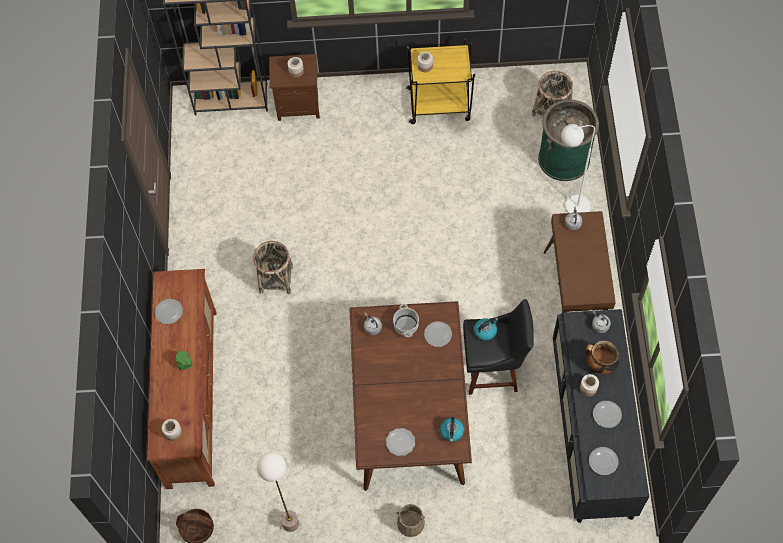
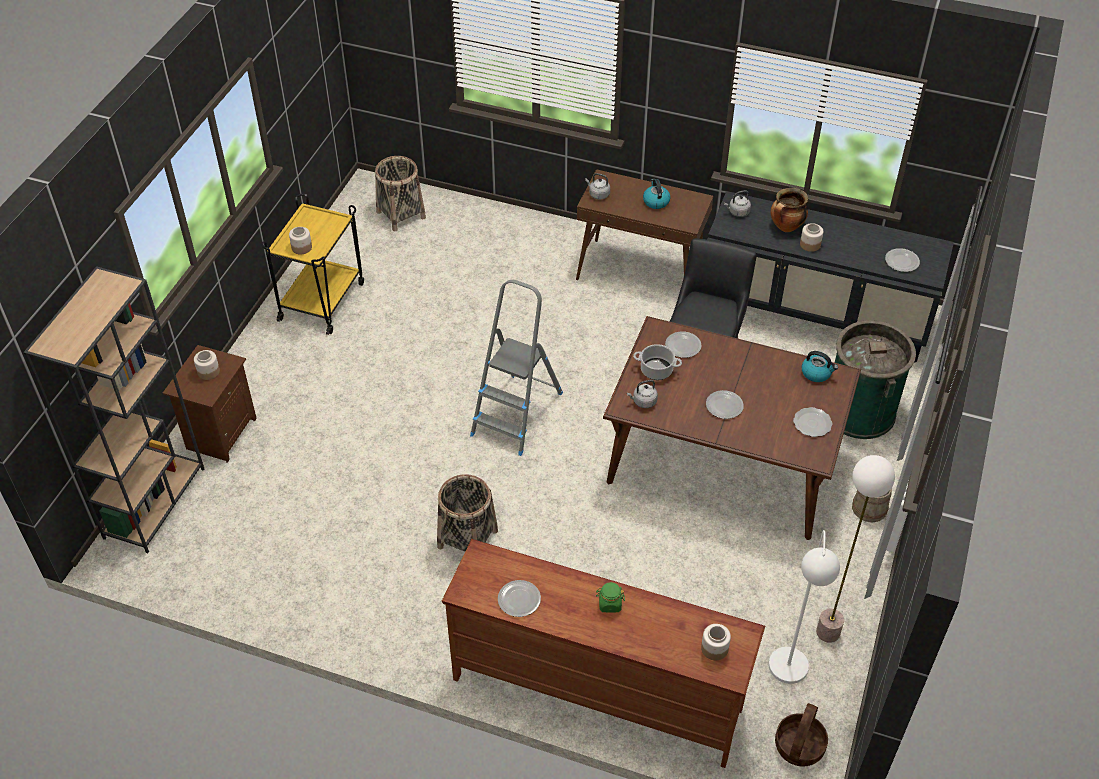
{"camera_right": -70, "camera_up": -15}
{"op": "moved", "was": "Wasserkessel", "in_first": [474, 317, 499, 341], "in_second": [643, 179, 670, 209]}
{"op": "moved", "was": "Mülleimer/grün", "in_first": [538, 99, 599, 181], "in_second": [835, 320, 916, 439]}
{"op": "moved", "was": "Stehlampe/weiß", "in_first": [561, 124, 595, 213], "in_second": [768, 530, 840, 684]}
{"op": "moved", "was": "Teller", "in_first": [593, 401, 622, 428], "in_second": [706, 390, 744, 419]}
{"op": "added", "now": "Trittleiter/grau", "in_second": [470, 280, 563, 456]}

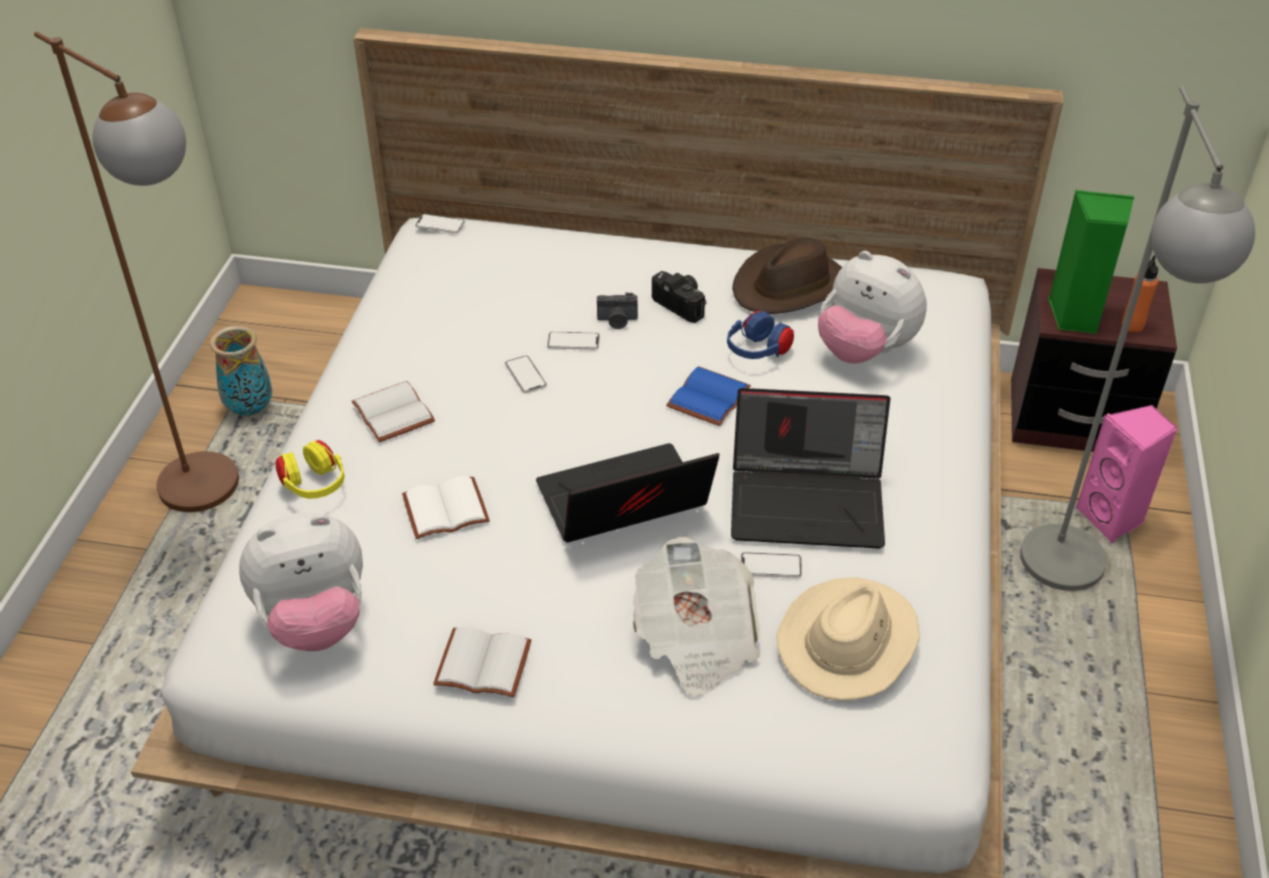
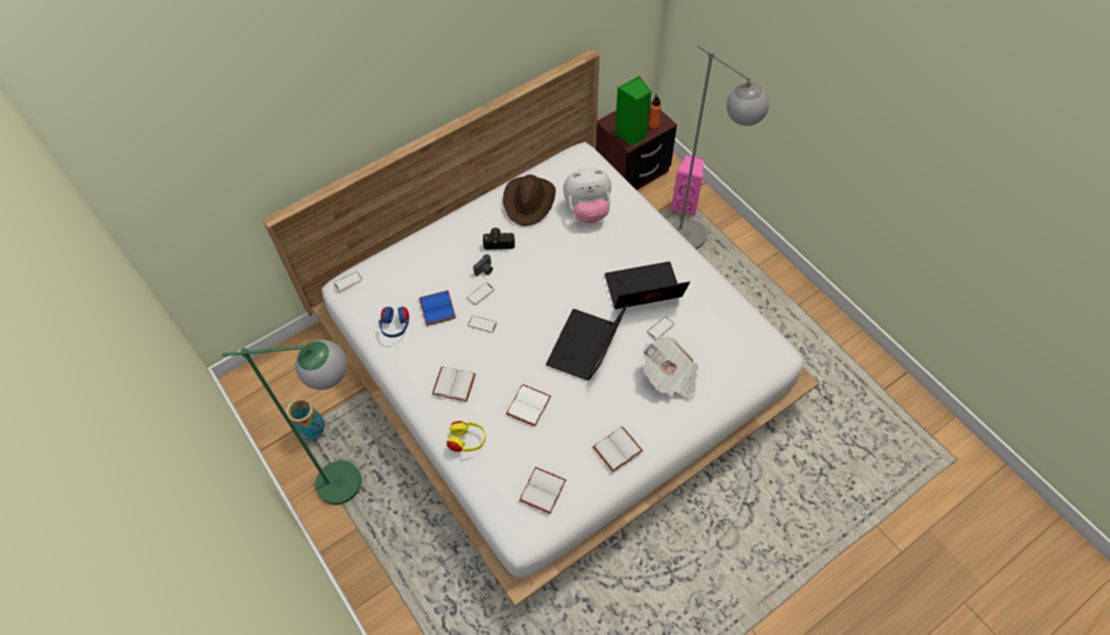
{"camera_right": -45, "camera_up": 15}
{"op": "recoloured", "was": "Stehlampe/braun", "now": "Stehlampe/grün", "in_first": [34, 31, 239, 512], "in_second": [222, 340, 361, 505]}
{"op": "replaced", "was": "Plüschtier", "now": "Buch/weiß", "in_first": [239, 512, 363, 651], "in_second": [519, 467, 566, 514]}
{"op": "moved", "was": "Buch/blau", "in_first": [666, 366, 751, 426], "in_second": [419, 290, 456, 326]}
{"op": "moved", "was": "Kopfhörer/blau", "in_first": [727, 311, 794, 359], "in_second": [379, 306, 409, 338]}
{"op": "turned", "was": "Laptop", "in_first": [731, 388, 890, 548], "in_second": [605, 261, 690, 309], "clockwise": -150}
{"op": "removed", "was": "Hut/beige", "in_first": [776, 577, 920, 701]}

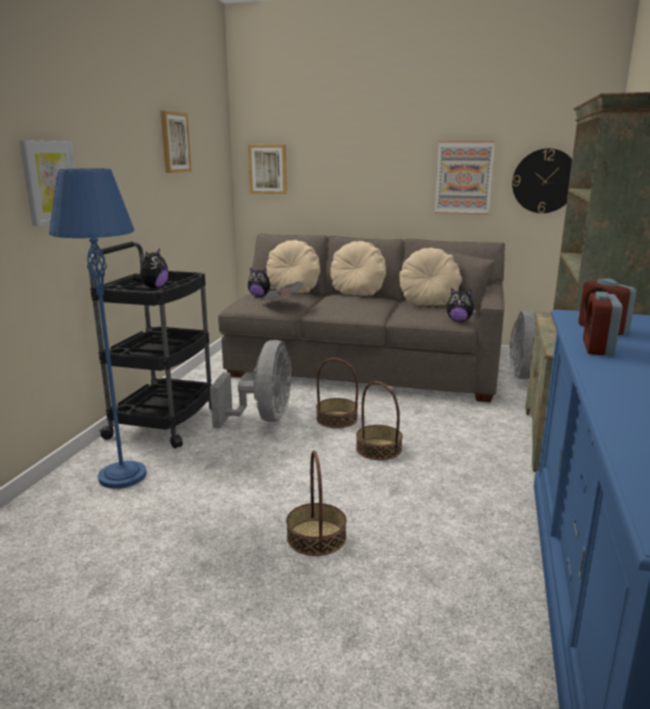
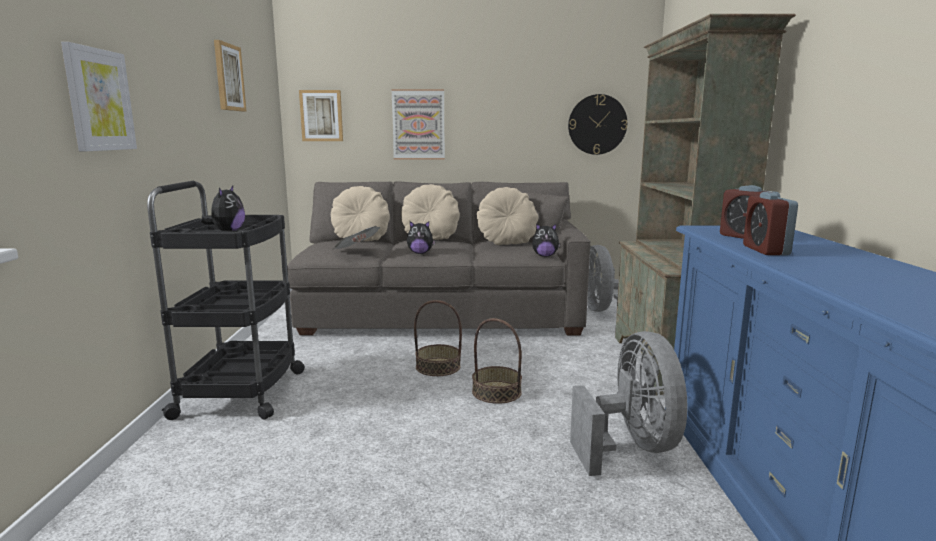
{"camera_right": -15, "camera_up": -5}
{"op": "removed", "was": "Stehlampe/blau", "in_first": [49, 169, 147, 489]}
{"op": "moved", "was": "Ventilator/grau", "in_first": [210, 340, 292, 429], "in_second": [570, 331, 688, 476]}
{"op": "moved", "was": "Plüschtier", "in_first": [248, 268, 274, 297], "in_second": [407, 221, 436, 254]}
{"op": "removed", "was": "Korb", "in_first": [286, 450, 346, 556]}
{"op": "moved", "was": "Bild", "in_first": [435, 141, 495, 215], "in_second": [391, 89, 445, 160]}

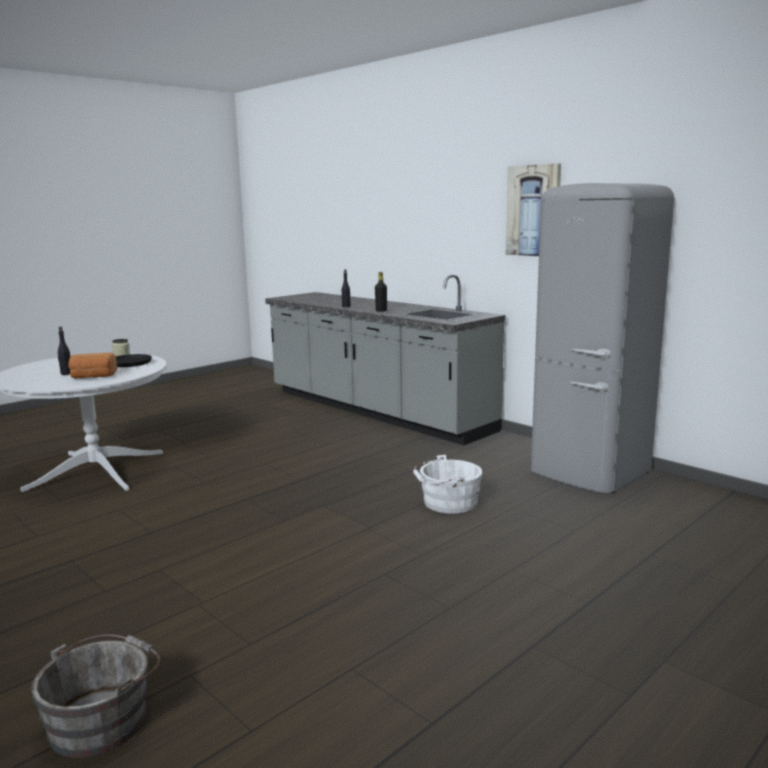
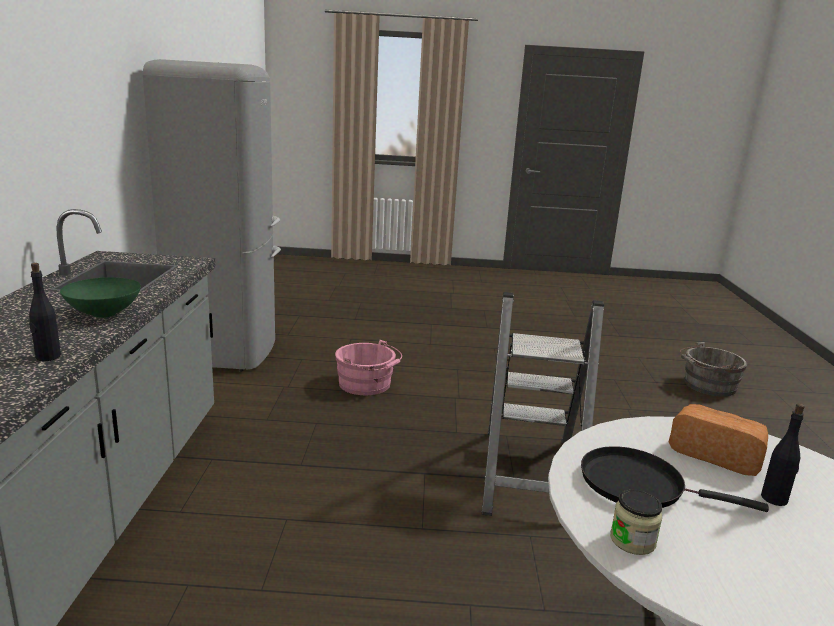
{"camera_right": -135, "camera_up": 5}
{"op": "replaced", "was": "Flasche/schwarz", "now": "Schüssel/grün", "in_first": [375, 272, 387, 312], "in_second": [60, 277, 141, 318]}
{"op": "recoloured", "was": "Eimer/weiß", "now": "Eimer/rosa", "in_first": [413, 455, 482, 514], "in_second": [335, 340, 402, 395]}
{"op": "removed", "was": "Bild", "in_first": [506, 163, 561, 256]}
{"op": "added", "now": "Trittleiter/grau", "in_second": [482, 292, 604, 516]}

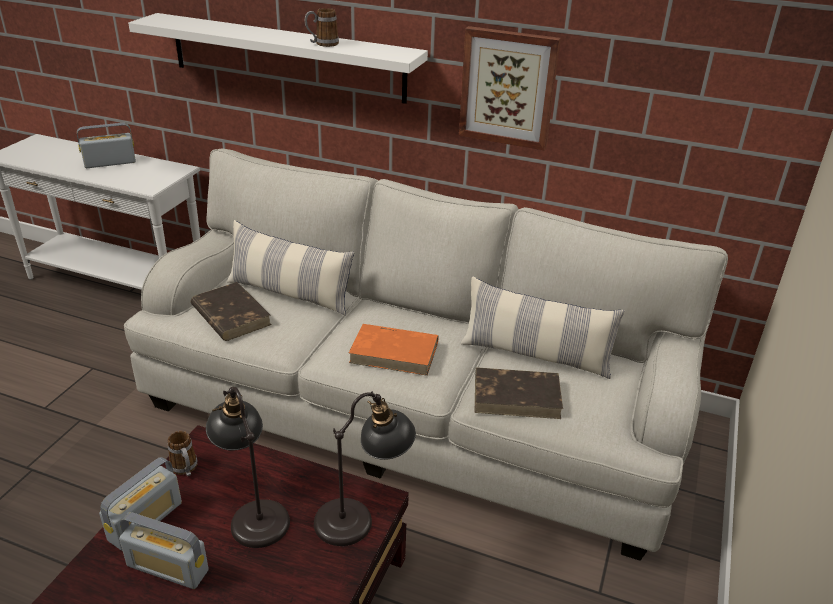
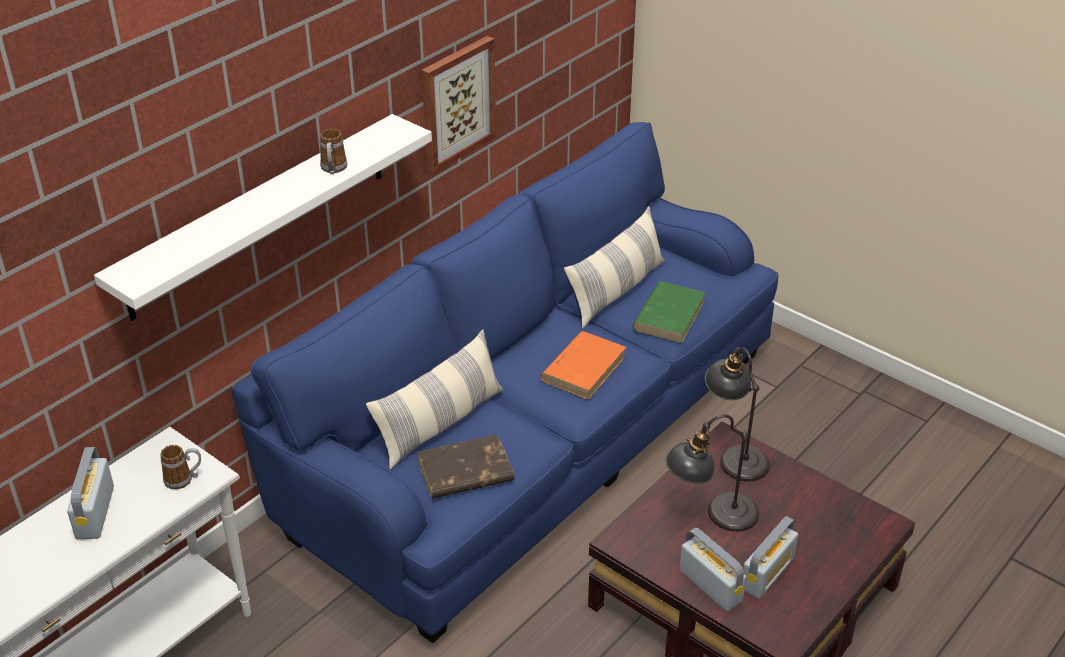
{"camera_right": -70, "camera_up": 5}
{"op": "recoloured", "was": "Sofa/weiß", "now": "Sofa/blau", "in_first": [124, 148, 728, 561], "in_second": [232, 122, 778, 643]}
{"op": "moved", "was": "Henkelbecher", "in_first": [168, 431, 198, 476], "in_second": [160, 445, 201, 489]}
{"op": "recoloured", "was": "Buch/braun", "now": "Buch/grün", "in_first": [475, 367, 563, 419], "in_second": [633, 281, 706, 343]}

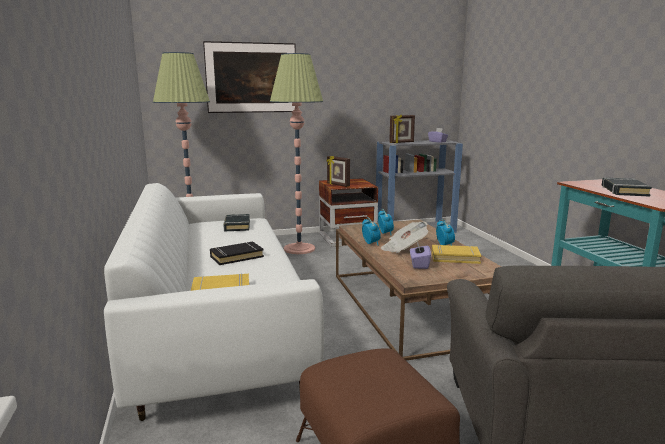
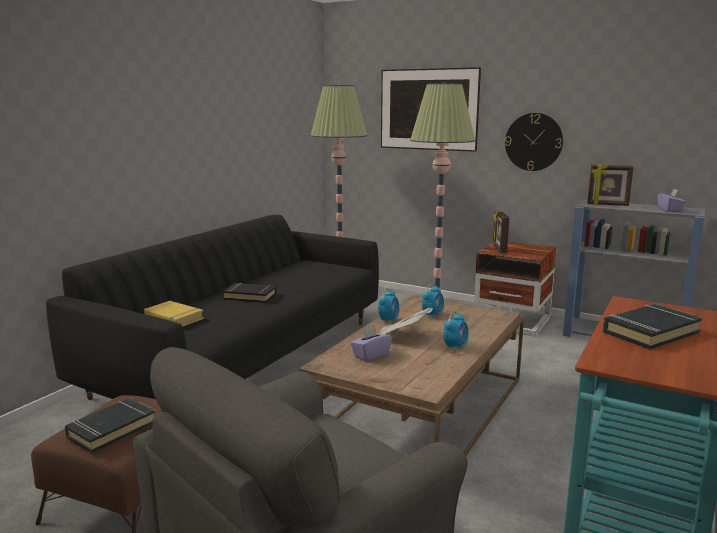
{"camera_right": 45, "camera_up": 0}
{"op": "recoloured", "was": "Sofa/weiß", "now": "Sofa/schwarz", "in_first": [104, 183, 324, 421], "in_second": [46, 215, 379, 400]}
{"op": "moved", "was": "Buch/schwarz", "in_first": [223, 214, 250, 231], "in_second": [65, 398, 156, 453]}
{"op": "removed", "was": "Buch/gelb", "in_first": [432, 244, 481, 264]}
{"op": "added", "now": "Wanduhr", "in_second": [505, 113, 563, 171]}

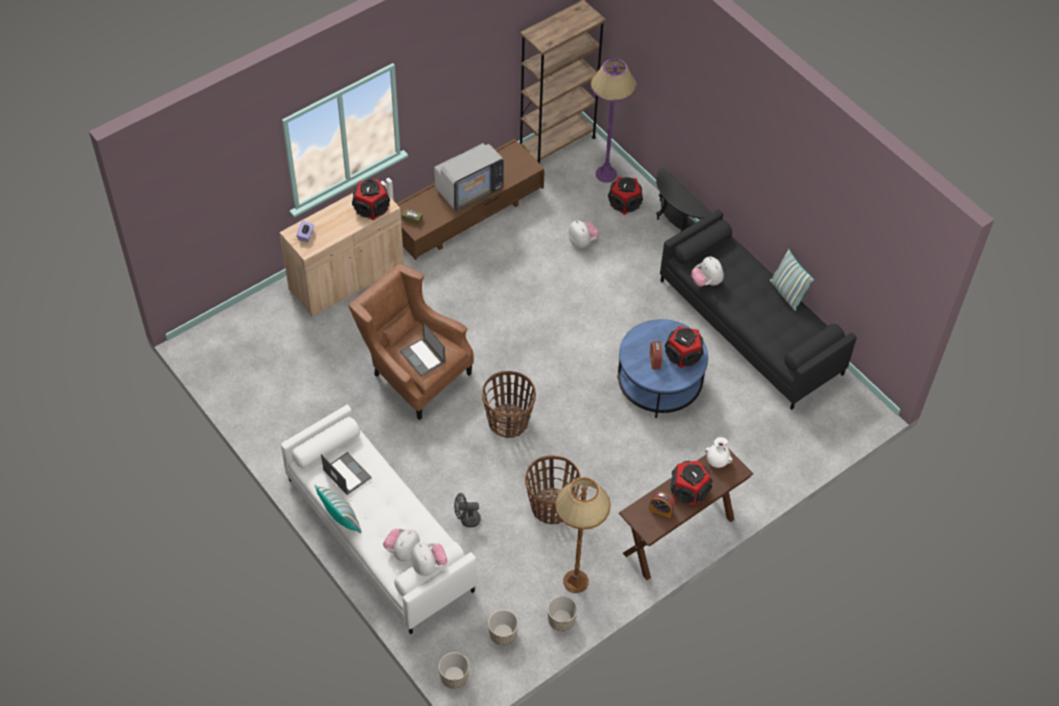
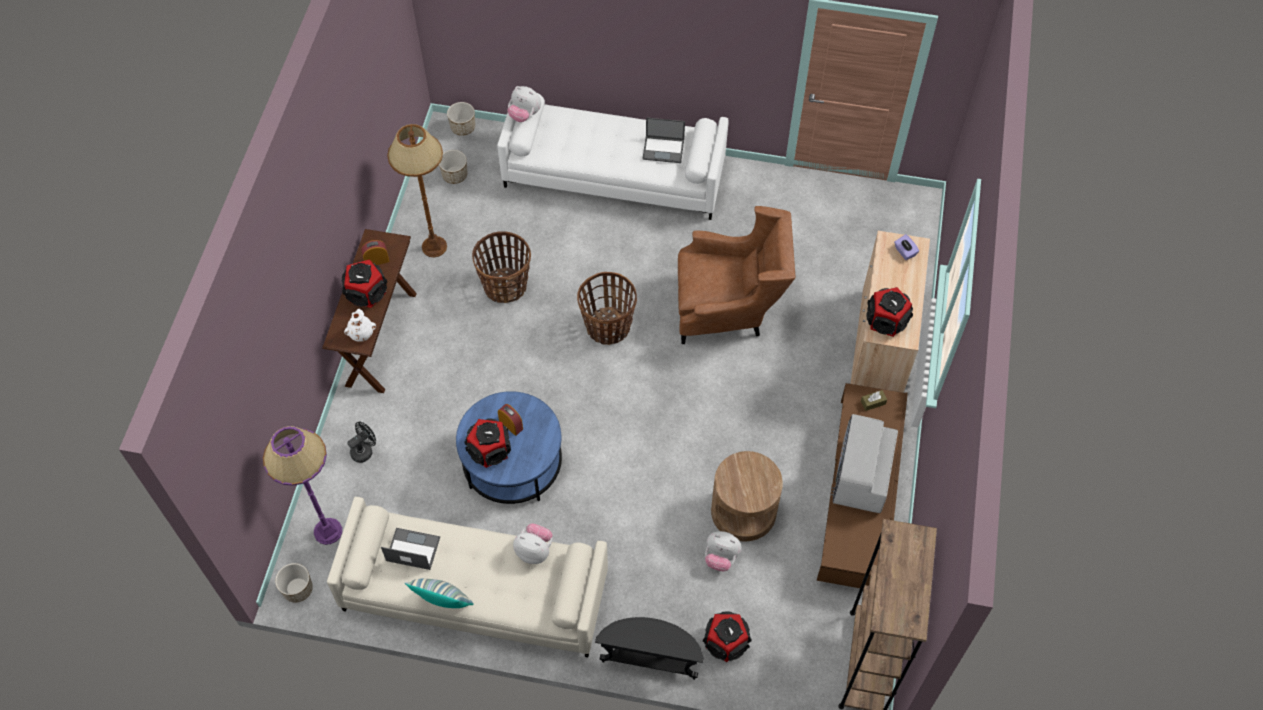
{"camera_right": 140, "camera_up": 5}
{"op": "removed", "was": "Kissen", "in_first": [314, 485, 362, 533]}
{"op": "removed", "was": "Plüschtier", "in_first": [383, 529, 420, 561]}
{"op": "moved", "was": "Laptop", "in_first": [400, 322, 445, 376], "in_second": [381, 528, 440, 570]}
{"op": "moved", "was": "Ventilator/schwarz", "in_first": [454, 493, 481, 528], "in_second": [347, 422, 376, 463]}
{"op": "moved", "was": "Pflanzkübel", "in_first": [547, 595, 578, 631], "in_second": [275, 563, 313, 603]}
{"op": "moved", "was": "Stehlampe/lila", "in_first": [591, 59, 636, 183], "in_second": [263, 426, 342, 545]}
{"op": "recoloured", "was": "Sofa/schwarz", "now": "Sofa/beige", "in_first": [660, 210, 857, 410], "in_second": [327, 497, 608, 657]}
{"op": "added", "now": "Beistelltisch/braun", "in_second": [711, 451, 783, 541]}

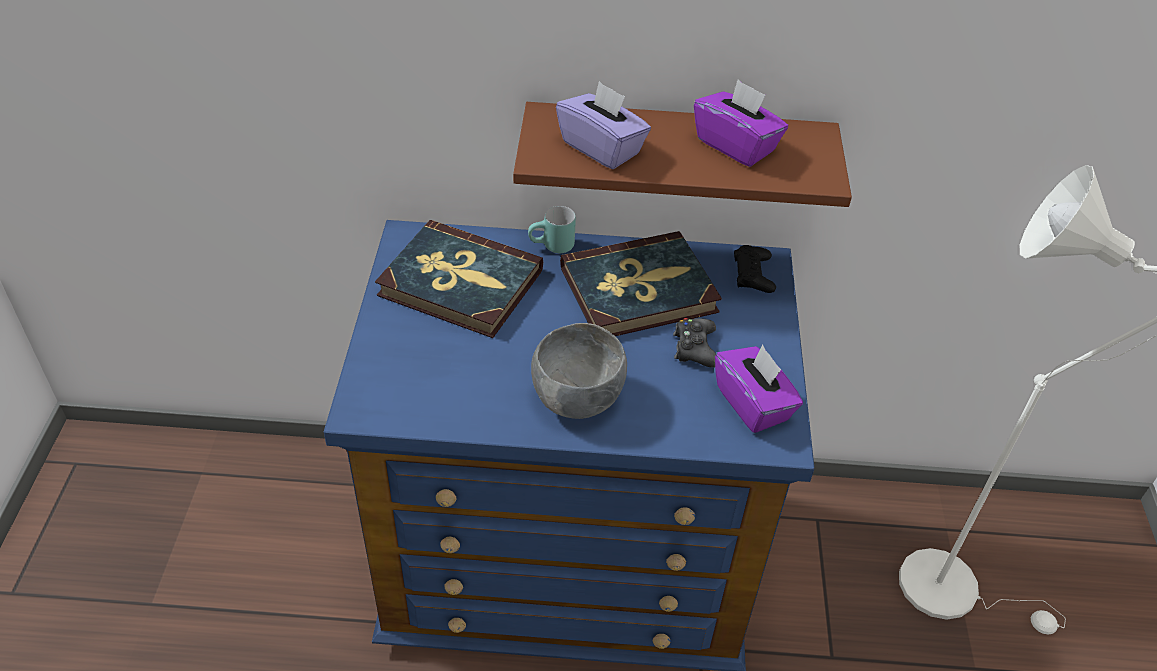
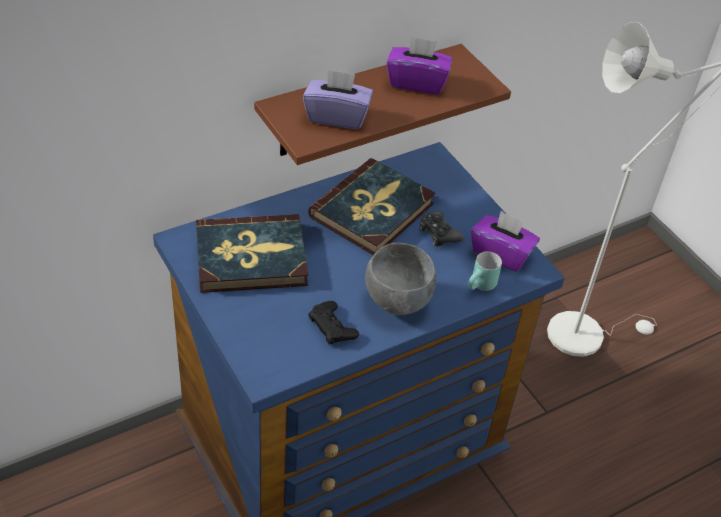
{"camera_right": -35, "camera_up": 0}
{"op": "moved", "was": "Henkelbecher/türkis", "in_first": [528, 206, 576, 253], "in_second": [468, 251, 502, 291]}
{"op": "moved", "was": "Gamepad/schwarz", "in_first": [734, 245, 776, 293], "in_second": [308, 301, 359, 345]}

